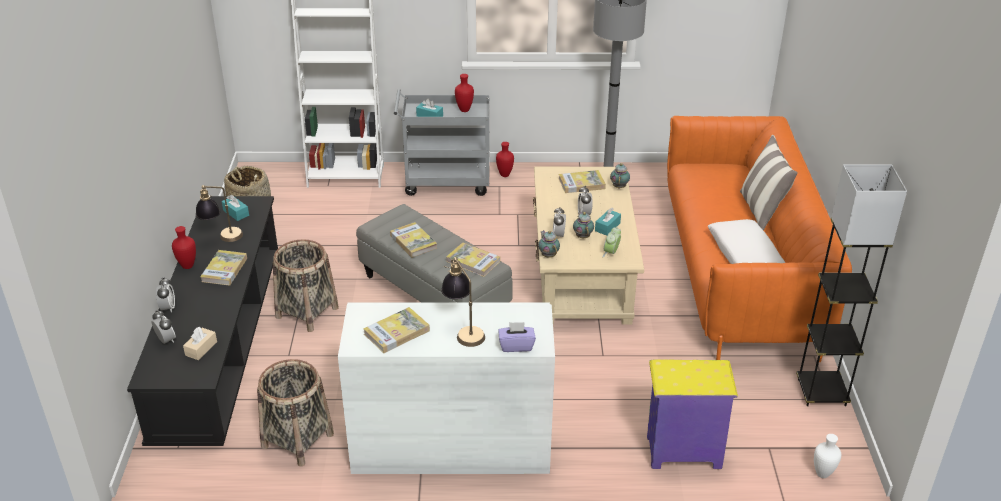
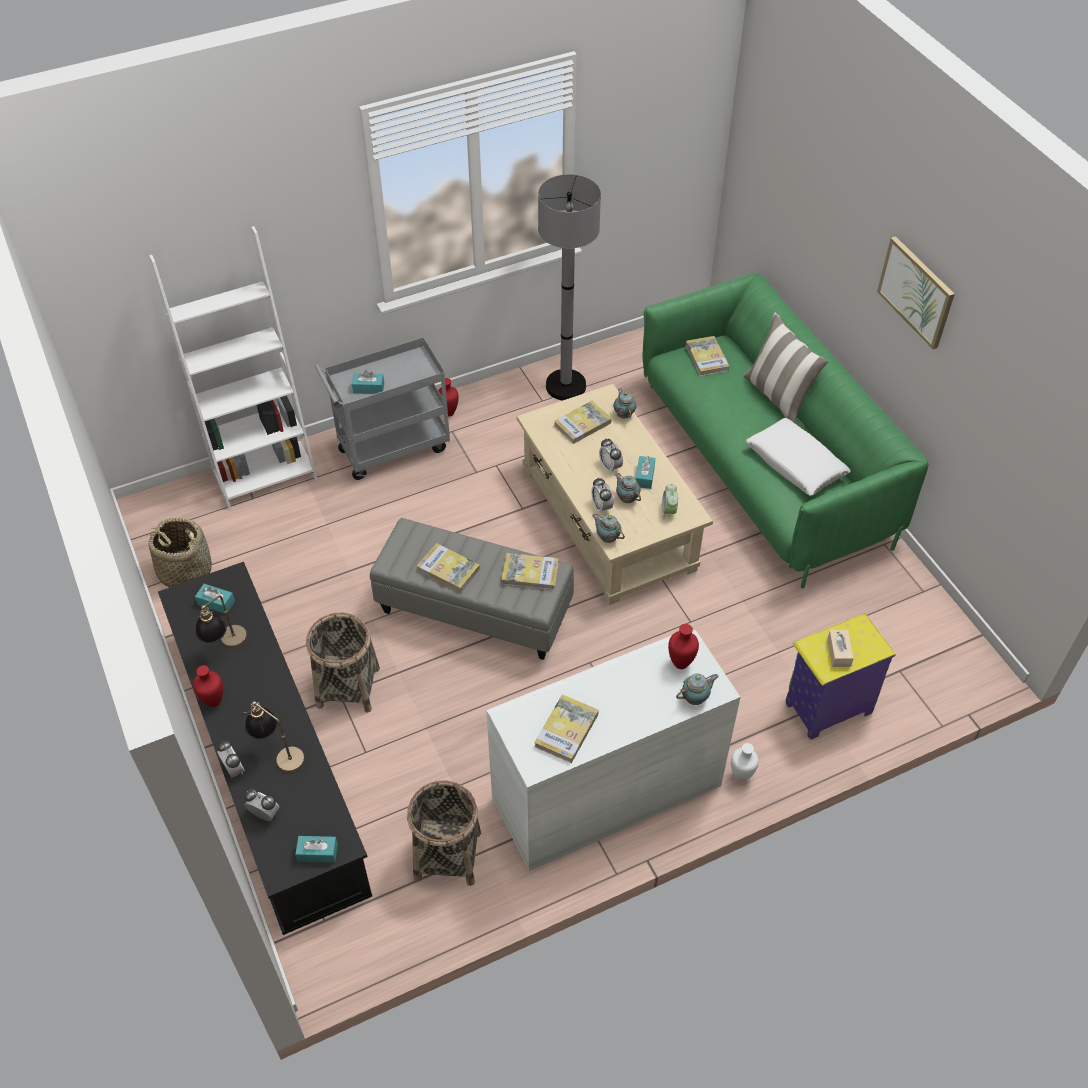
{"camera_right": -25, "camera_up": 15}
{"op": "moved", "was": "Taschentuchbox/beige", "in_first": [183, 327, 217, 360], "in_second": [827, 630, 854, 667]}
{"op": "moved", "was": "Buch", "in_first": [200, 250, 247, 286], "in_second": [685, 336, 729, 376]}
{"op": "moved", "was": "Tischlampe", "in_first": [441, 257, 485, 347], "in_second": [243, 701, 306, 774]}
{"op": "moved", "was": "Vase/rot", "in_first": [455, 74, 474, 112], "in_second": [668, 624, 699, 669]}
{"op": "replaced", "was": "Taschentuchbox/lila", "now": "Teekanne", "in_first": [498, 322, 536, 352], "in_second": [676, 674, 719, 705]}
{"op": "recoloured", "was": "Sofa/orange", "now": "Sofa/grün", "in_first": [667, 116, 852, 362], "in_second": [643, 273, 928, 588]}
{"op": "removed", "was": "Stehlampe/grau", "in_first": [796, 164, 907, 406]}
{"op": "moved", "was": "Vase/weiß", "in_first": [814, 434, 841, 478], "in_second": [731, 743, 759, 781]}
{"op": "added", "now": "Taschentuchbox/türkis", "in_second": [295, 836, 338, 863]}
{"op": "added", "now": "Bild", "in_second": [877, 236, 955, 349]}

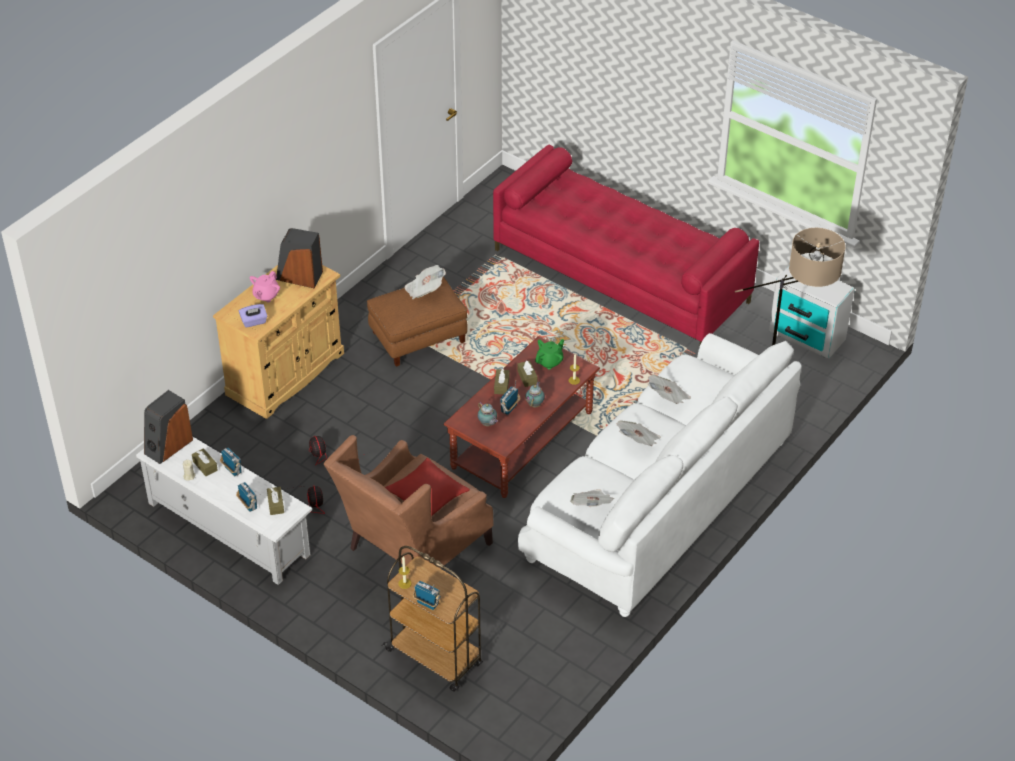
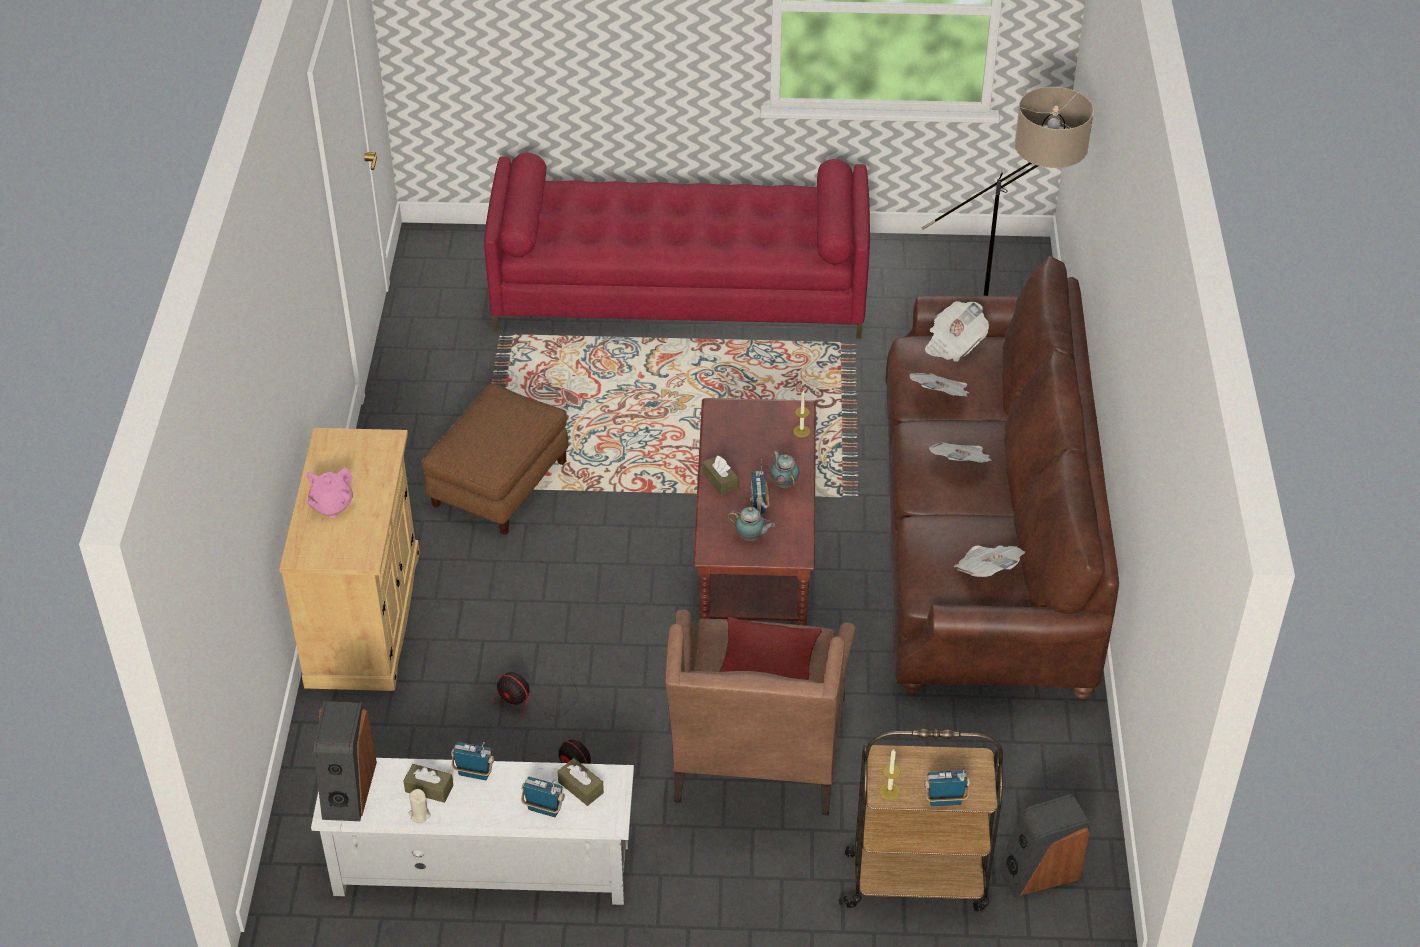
{"camera_right": -35, "camera_up": 0}
{"op": "removed", "was": "Taschentuchbox/lila", "in_first": [239, 304, 267, 328]}
{"op": "turned", "was": "Teekanne/rosa", "in_first": [250, 271, 280, 302], "in_second": [306, 467, 353, 518], "clockwise": 45}
{"op": "moved", "was": "Lautsprecher", "in_first": [276, 228, 323, 288], "in_second": [998, 794, 1090, 897]}
{"op": "moved", "was": "Zeitung", "in_first": [404, 265, 446, 299], "in_second": [925, 301, 989, 362]}
{"op": "removed", "was": "Taschentuchbox/braun", "in_first": [517, 360, 538, 387]}
{"op": "recoloured", "was": "Sofa/weiß", "now": "Sofa/braun", "in_first": [518, 333, 801, 617], "in_second": [886, 256, 1119, 699]}
{"op": "removed", "was": "Teekanne/grün", "in_first": [535, 339, 564, 370]}
{"op": "removed", "was": "Nachttisch/weiß", "in_first": [769, 266, 855, 359]}

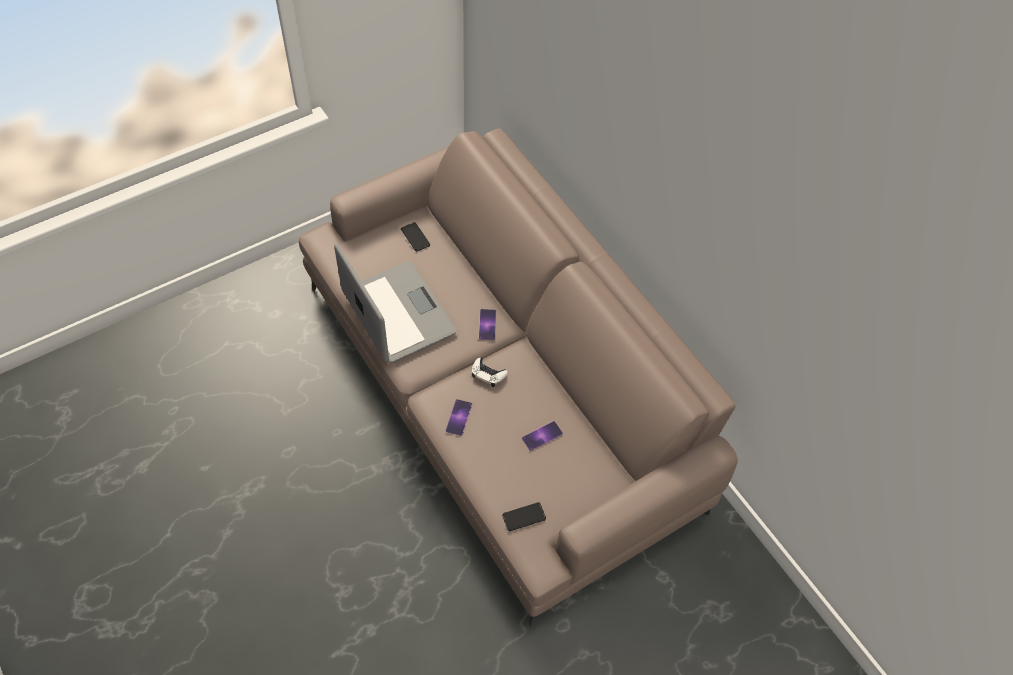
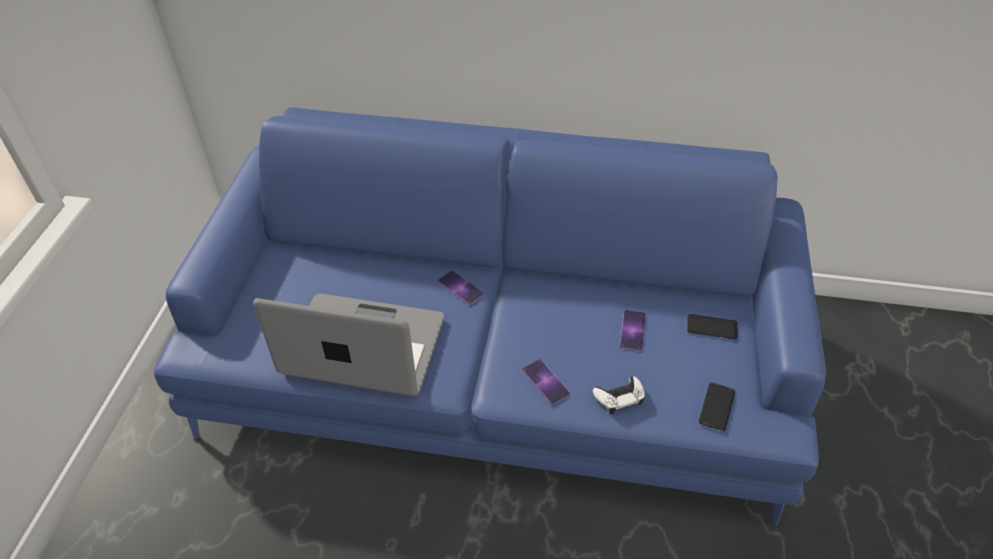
{"camera_right": -45, "camera_up": -10}
{"op": "recoloured", "was": "Sofa/beige", "now": "Sofa/blau", "in_first": [299, 128, 738, 626], "in_second": [154, 107, 826, 525]}
{"op": "moved", "was": "Handy", "in_first": [401, 222, 430, 251], "in_second": [687, 314, 737, 339]}
{"op": "moved", "was": "Gamepad/weiß", "in_first": [472, 358, 508, 387], "in_second": [593, 376, 645, 414]}

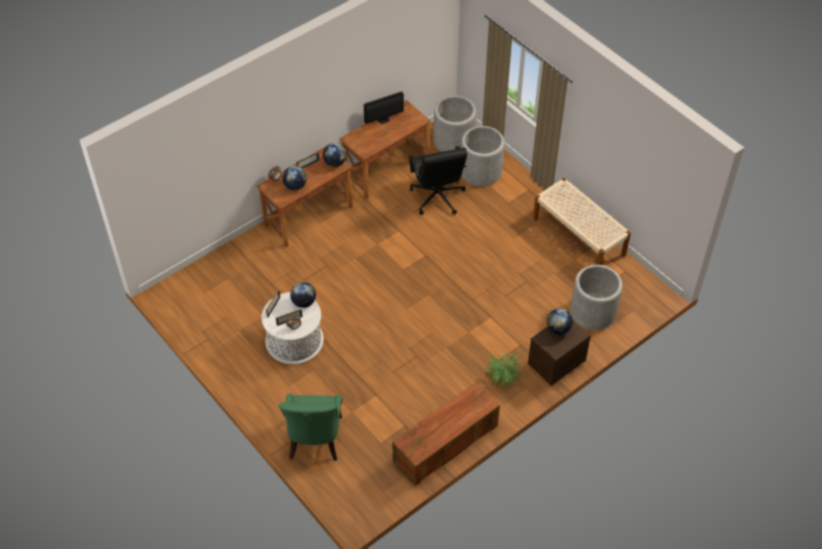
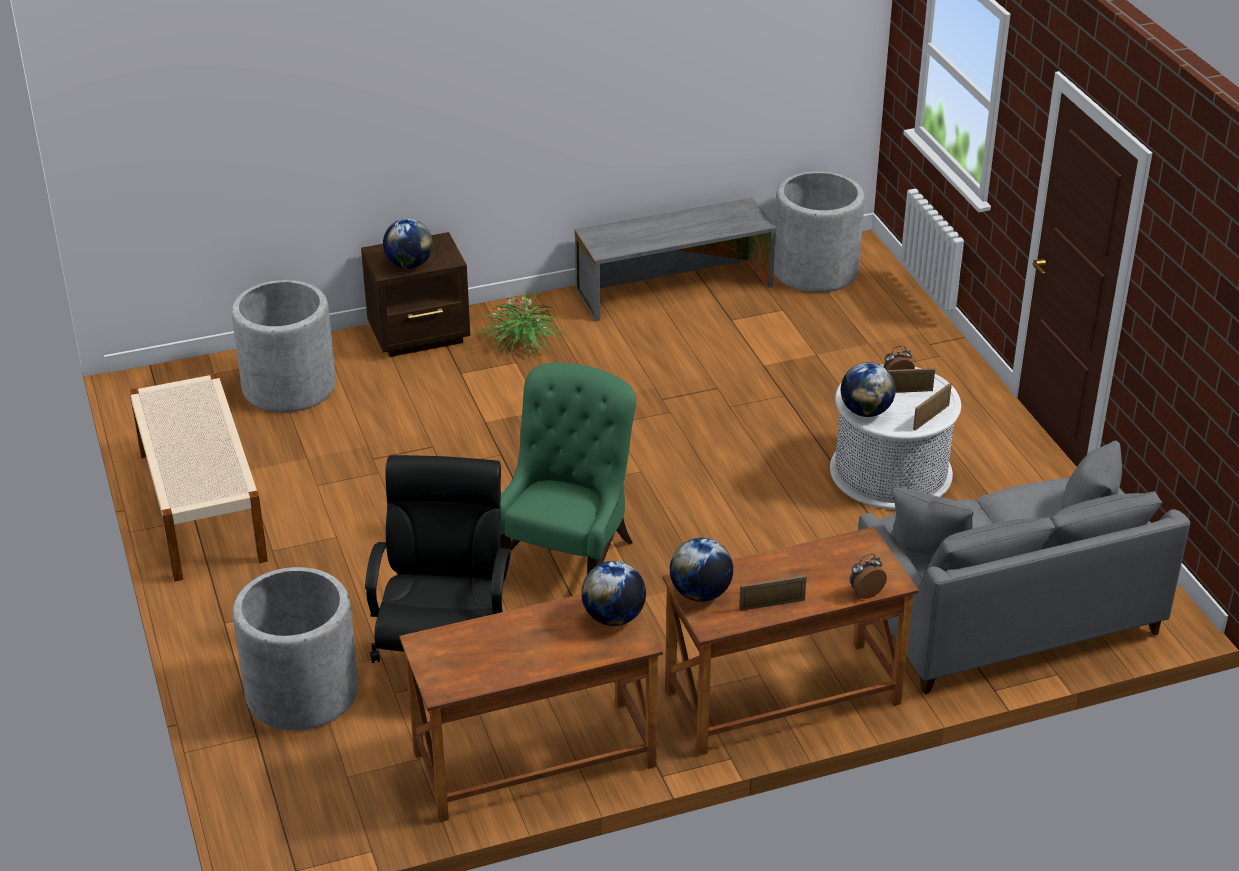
{"camera_right": -160, "camera_up": -15}
{"op": "moved", "was": "Stuhl/grün", "in_first": [279, 393, 343, 461], "in_second": [500, 363, 636, 581]}
{"op": "moved", "was": "Globus", "in_first": [282, 166, 307, 190], "in_second": [581, 561, 646, 626]}
{"op": "removed", "was": "Monitor", "in_first": [364, 92, 404, 124]}
{"op": "recoloured", "was": "Bank/braun", "now": "Bank/grau", "in_first": [392, 382, 500, 486], "in_second": [575, 198, 776, 321]}
{"op": "moved", "was": "Pflanzkübel/grau", "in_first": [433, 96, 476, 152], "in_second": [774, 171, 865, 293]}
{"op": "added", "now": "Sofa/grau", "in_second": [858, 440, 1190, 694]}

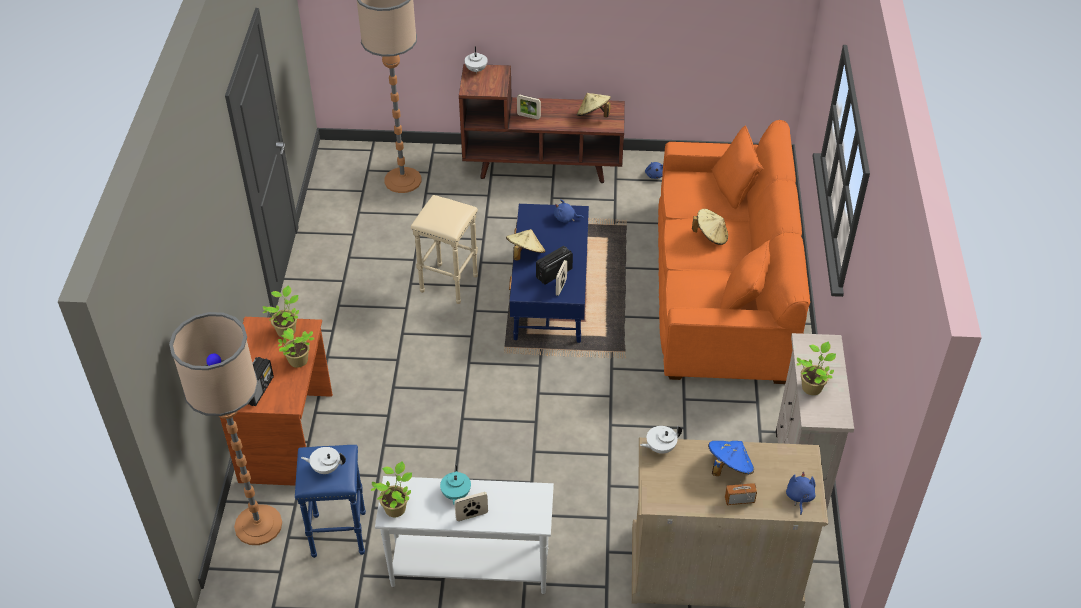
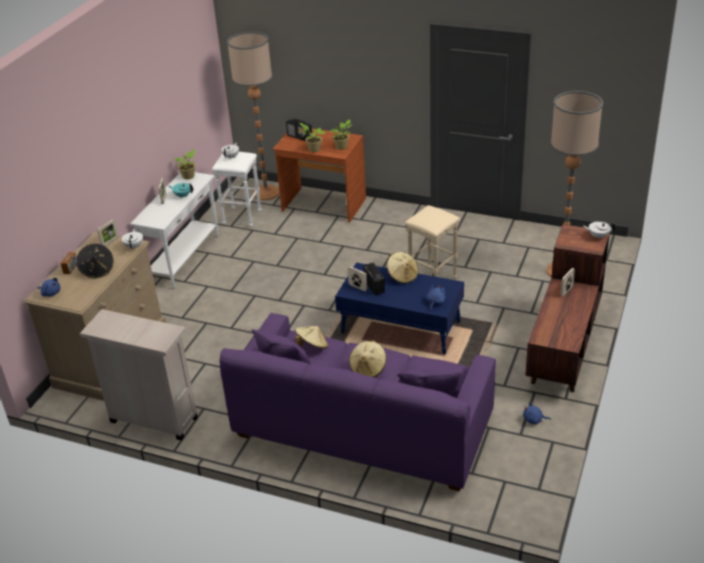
{"camera_right": 110, "camera_up": -10}
{"op": "recoloured", "was": "Hocker/blau", "now": "Hocker/weiß", "in_first": [295, 445, 366, 558], "in_second": [212, 152, 262, 227]}
{"op": "moved", "was": "Hut/beige", "in_first": [577, 93, 611, 117], "in_second": [295, 326, 328, 349]}
{"op": "recoloured", "was": "Sofa/orange", "now": "Sofa/lila", "in_first": [658, 120, 810, 384], "in_second": [220, 313, 496, 491]}
{"op": "recoloured", "was": "Hut/blau", "now": "Hut/schwarz", "in_first": [708, 441, 754, 476], "in_second": [76, 244, 114, 278]}
{"op": "removed", "was": "Topfpflanze", "in_first": [797, 342, 836, 395]}
{"op": "added", "now": "Bilderrahmen", "in_second": [97, 219, 118, 247]}

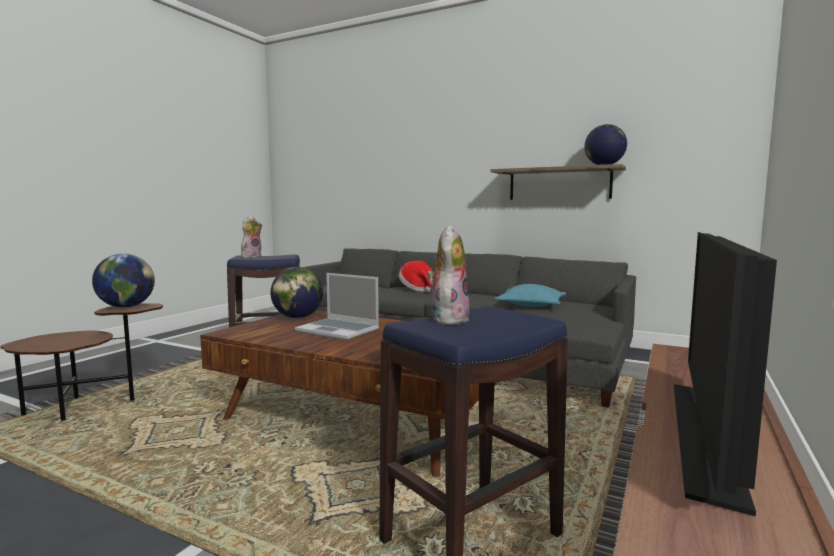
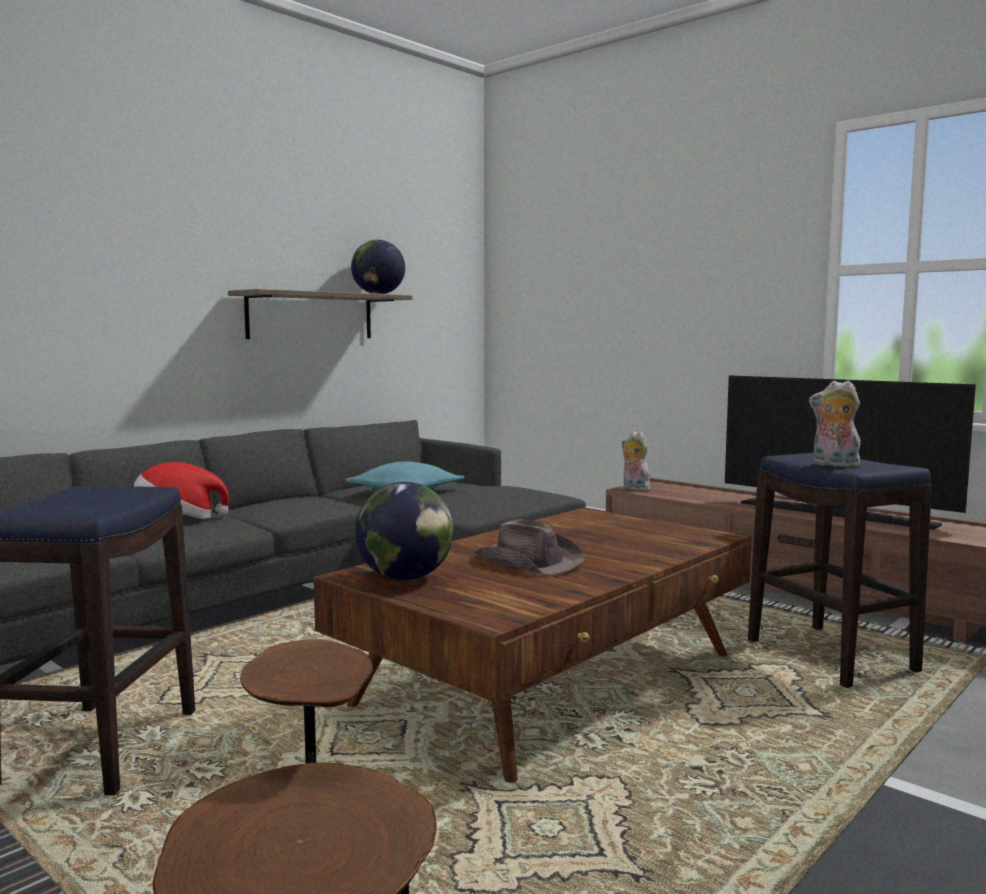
{"camera_right": -75, "camera_up": 0}
{"op": "removed", "was": "Globus", "in_first": [92, 254, 155, 308]}
{"op": "moved", "was": "Plüschtier", "in_first": [241, 216, 262, 258], "in_second": [621, 431, 650, 491]}
{"op": "replaced", "was": "Laptop", "now": "Hut/braun", "in_first": [295, 273, 379, 341], "in_second": [474, 519, 586, 575]}

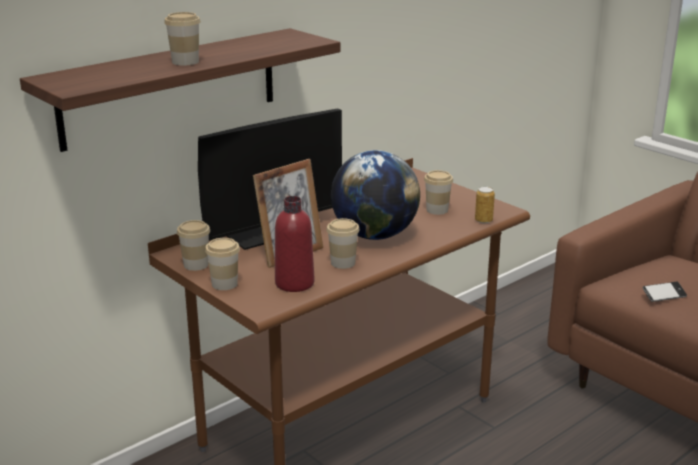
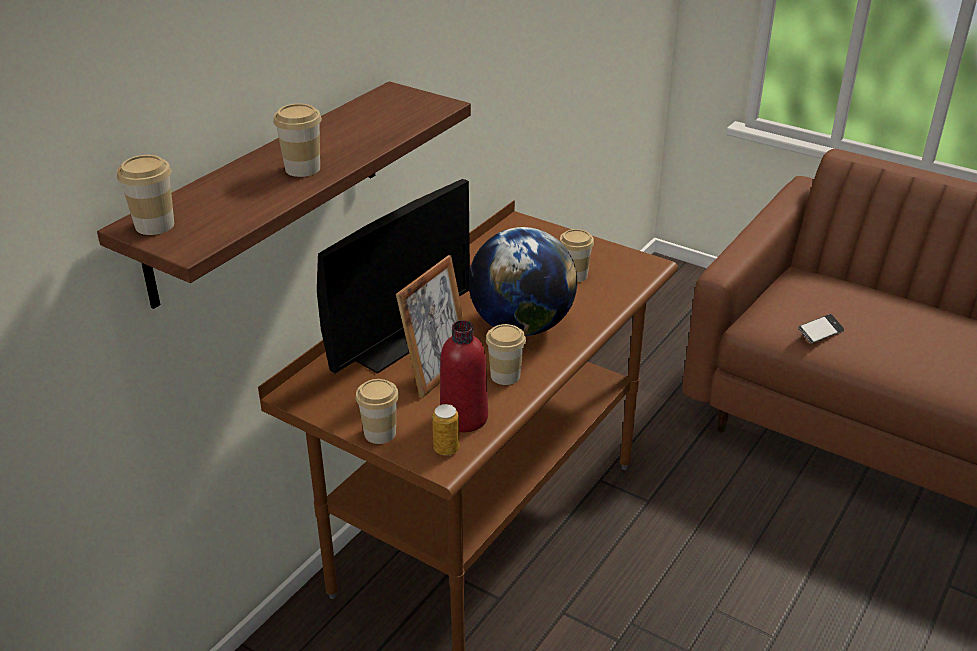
{"camera_right": -15, "camera_up": 10}
{"op": "moved", "was": "Tasse", "in_first": [177, 220, 210, 271], "in_second": [117, 155, 174, 235]}
{"op": "moved", "was": "Dose", "in_first": [475, 187, 495, 223], "in_second": [432, 404, 460, 455]}

